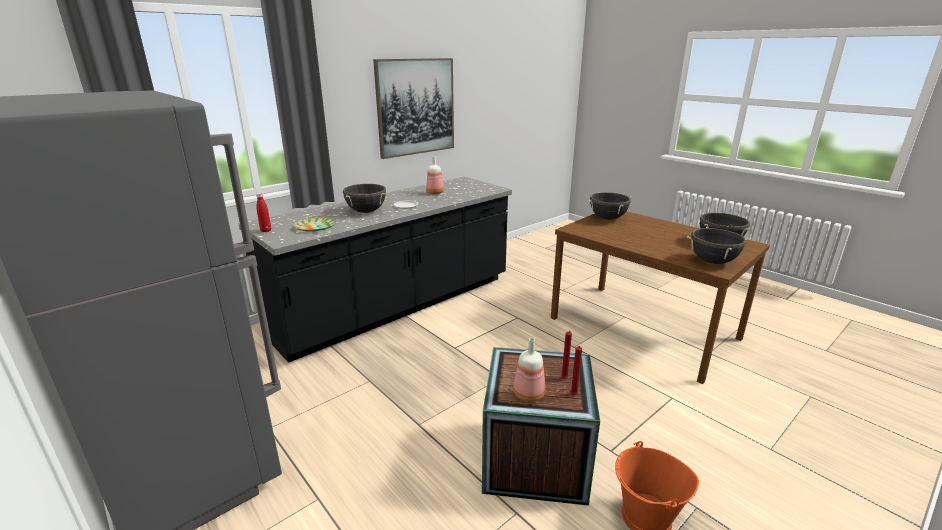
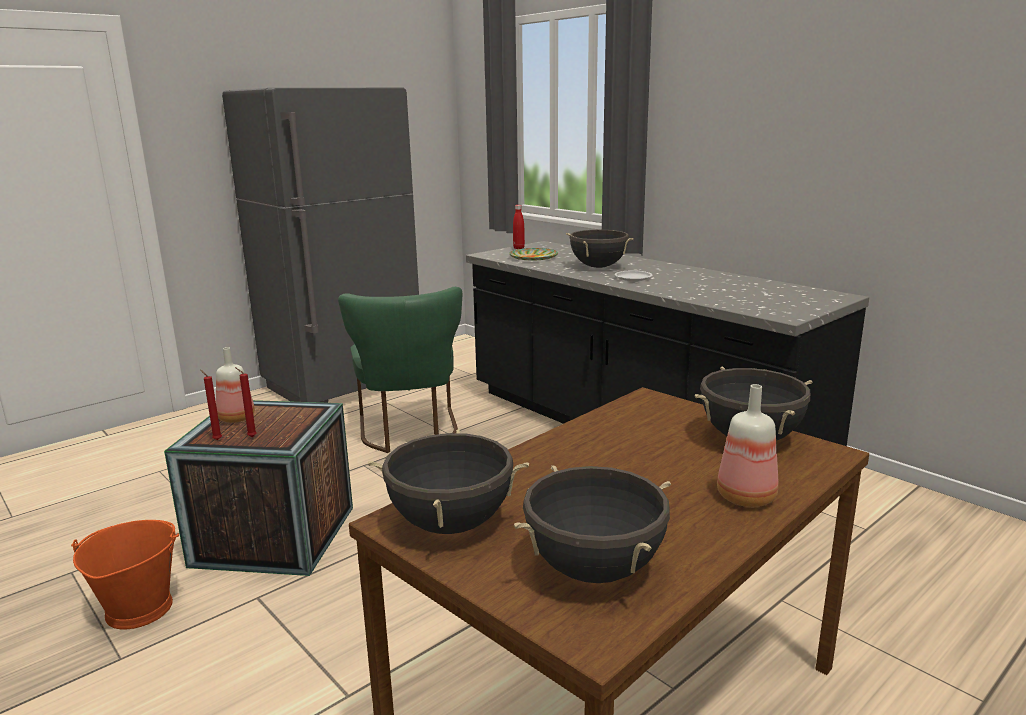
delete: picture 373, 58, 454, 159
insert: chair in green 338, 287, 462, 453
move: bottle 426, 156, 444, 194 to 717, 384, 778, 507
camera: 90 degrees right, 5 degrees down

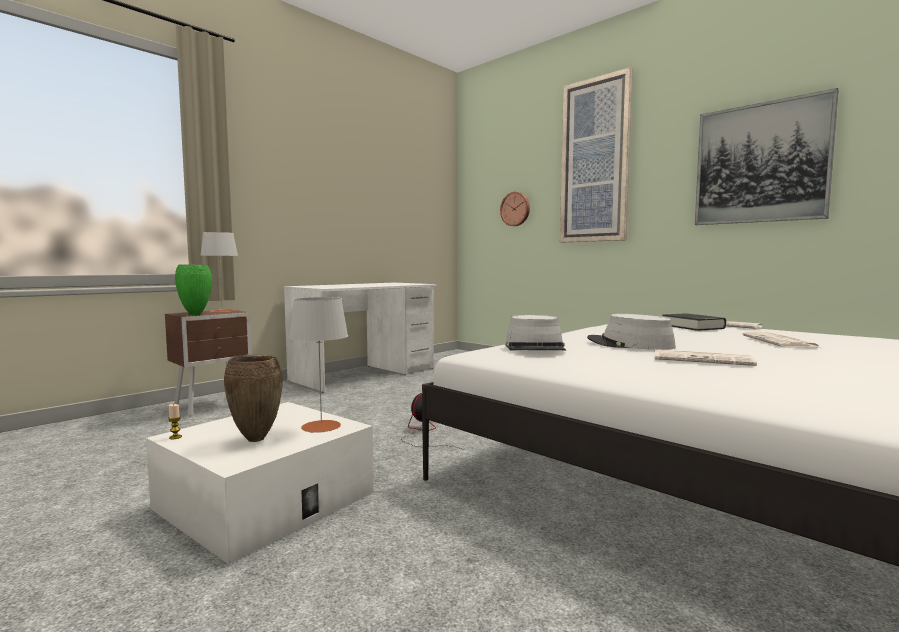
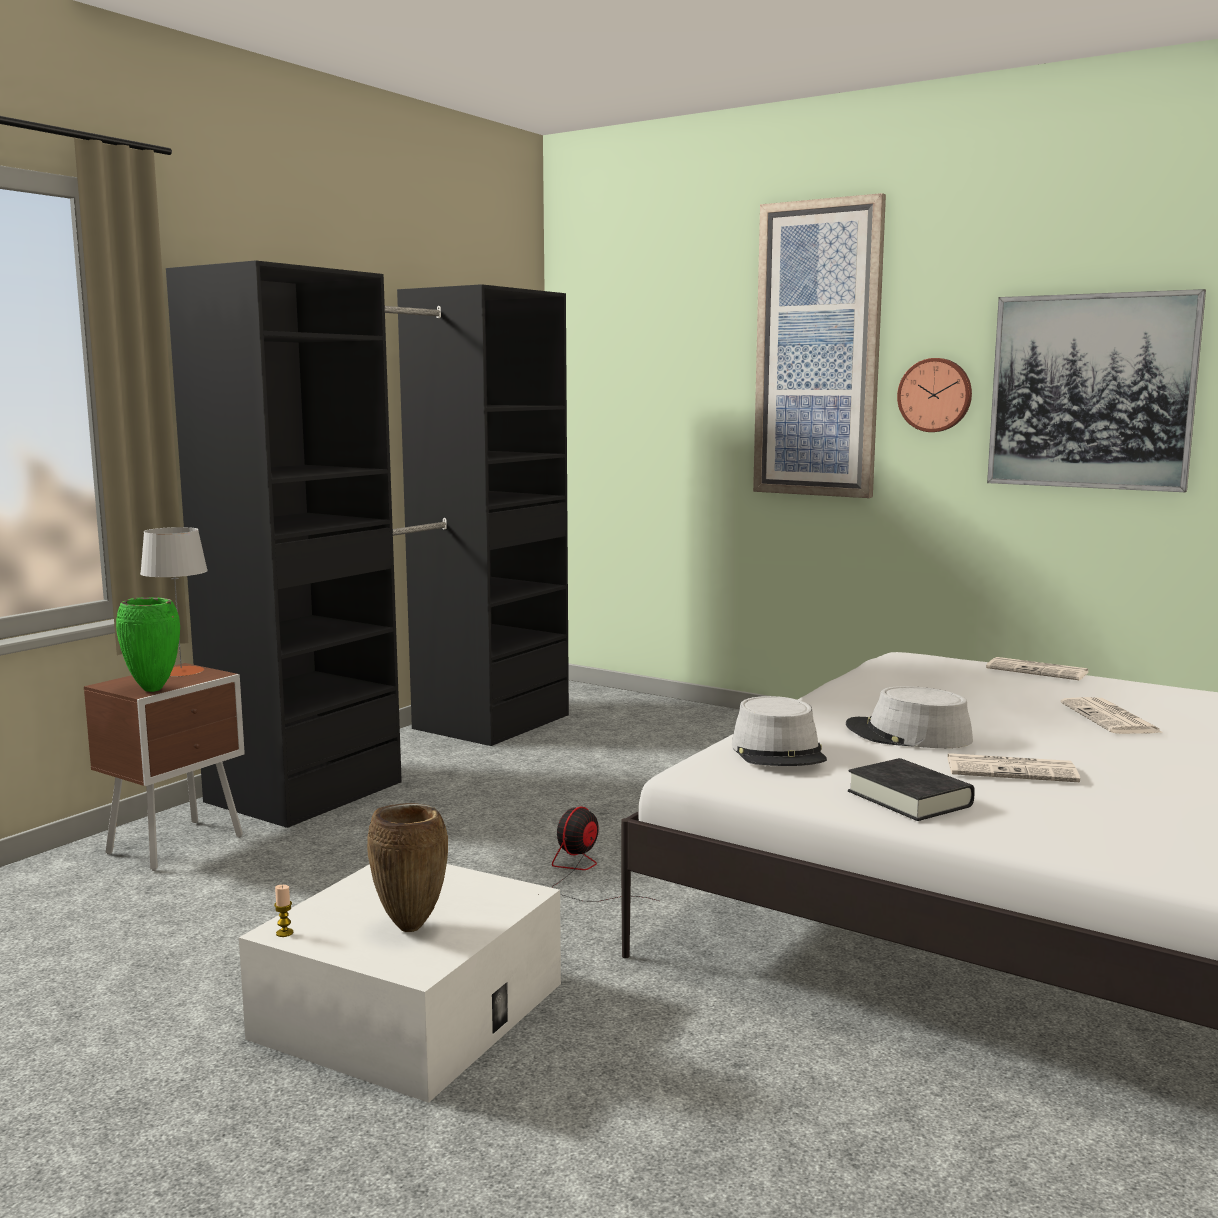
delete: table lamp in grey 289, 297, 348, 433
move: wall clock 500, 192, 530, 226 to 897, 358, 972, 432; book in black 662, 313, 726, 331 to 848, 758, 975, 821
replace: desk in white 283, 283, 437, 392 to wardrobe in black 166, 261, 569, 828
camera: 10 degrees left, 5 degrees up

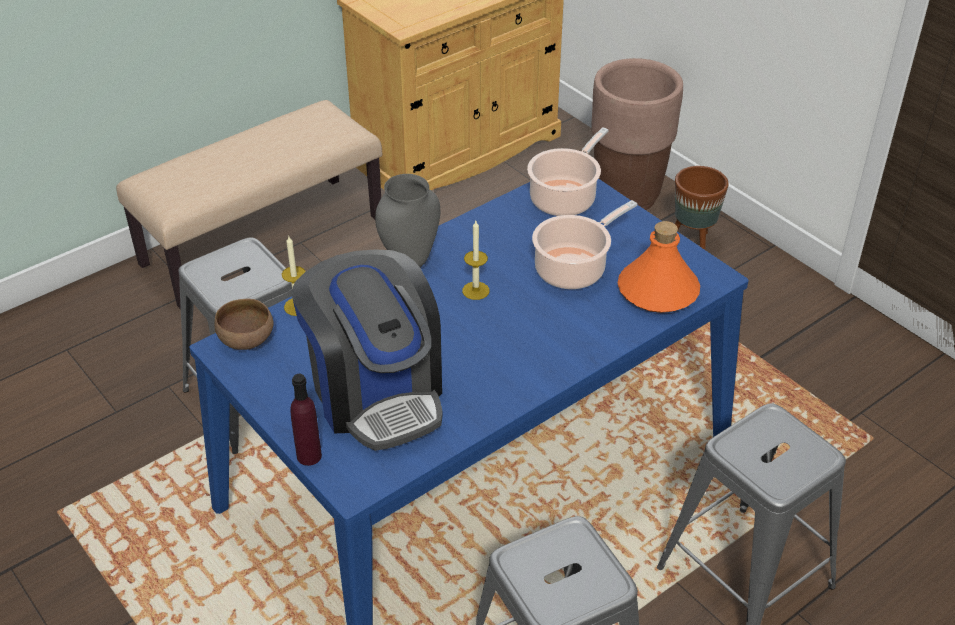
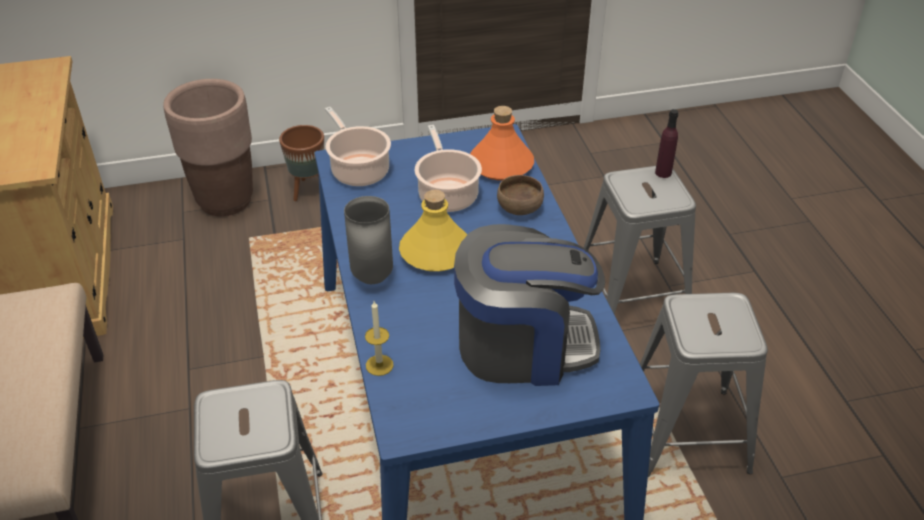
move: bowl in brown 215, 299, 274, 350 to 497, 175, 544, 215; bottle in purple 290, 374, 322, 466 to 655, 109, 679, 178
replace: candle 462, 221, 490, 300 to bottle in yellow 399, 190, 467, 272
camera: 65 degrees left, 0 degrees up

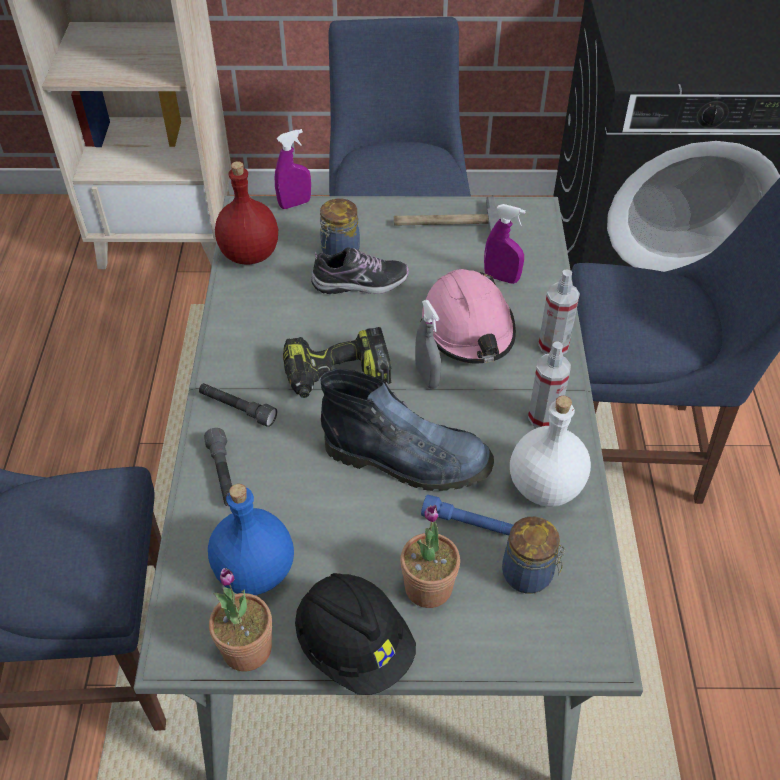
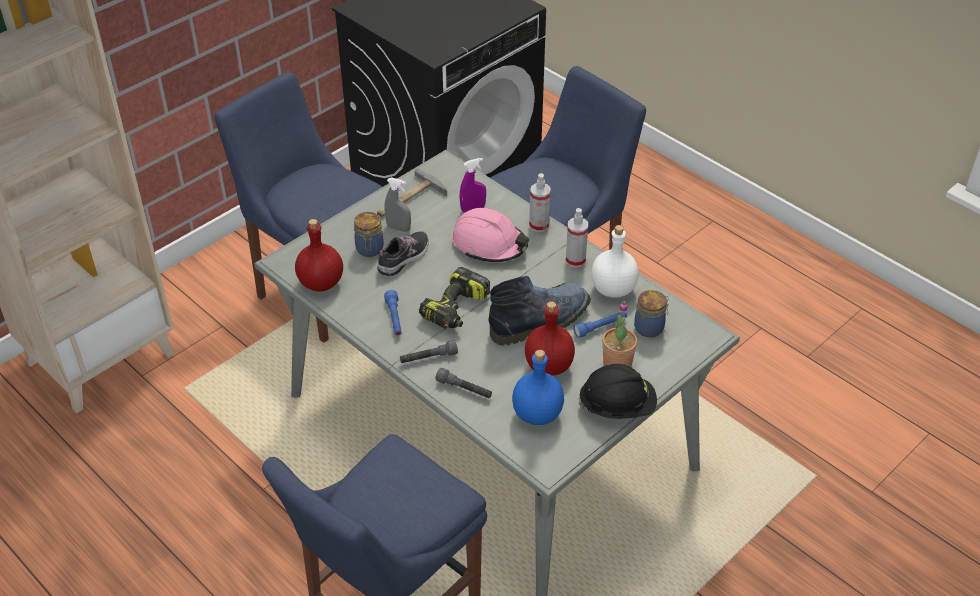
delete: spray bottle in purple 275, 129, 311, 209; potted plant 209, 568, 272, 671
insert: flashlight in blue 384, 290, 402, 336; bottle in red 525, 301, 575, 376
move: spray bottle in grey 415, 300, 441, 389 to 385, 177, 411, 232
camera: 45 degrees left, 5 degrees down

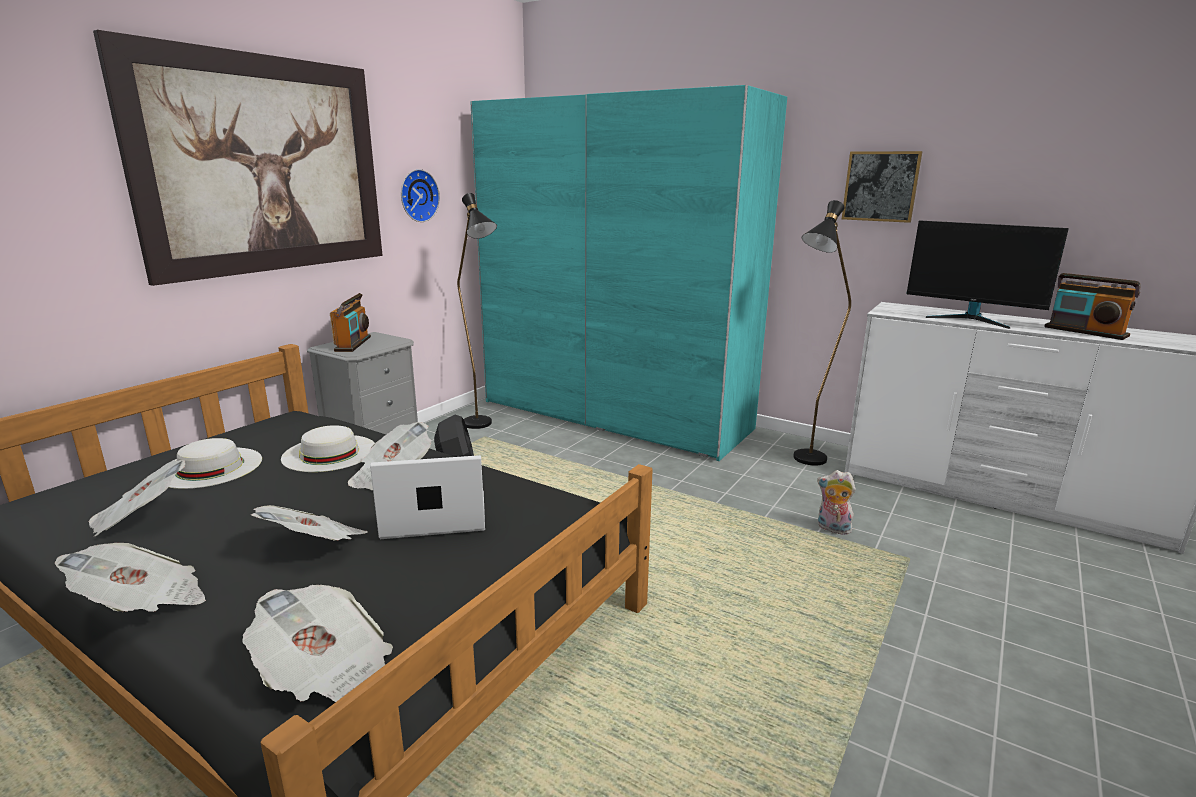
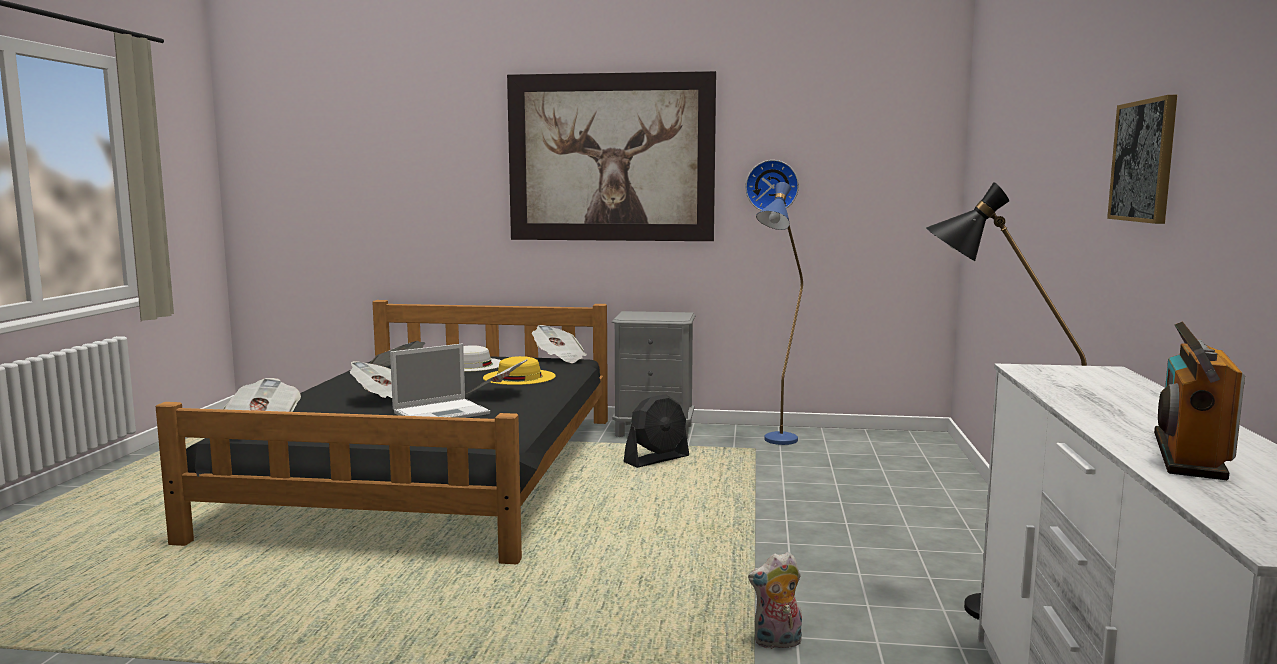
delete: wardrobe in turquoise 470, 85, 787, 461; monitor 906, 220, 1069, 329; radio 330, 293, 371, 352
move: newspaper 55, 543, 206, 612 to 532, 325, 587, 363
recolor: floor lamp in black 457, 193, 497, 429 to floor lamp in blue 756, 182, 803, 445; hat in white 281, 425, 375, 472 to hat in yellow 483, 356, 556, 385
rotate: laptop 370, 455, 485, 539 = 390, 343, 490, 418 90 degrees clockwise; plush toy 817, 470, 856, 535 = 748, 552, 802, 649 105 degrees counterclockwise
camera: 65 degrees right, 10 degrees down

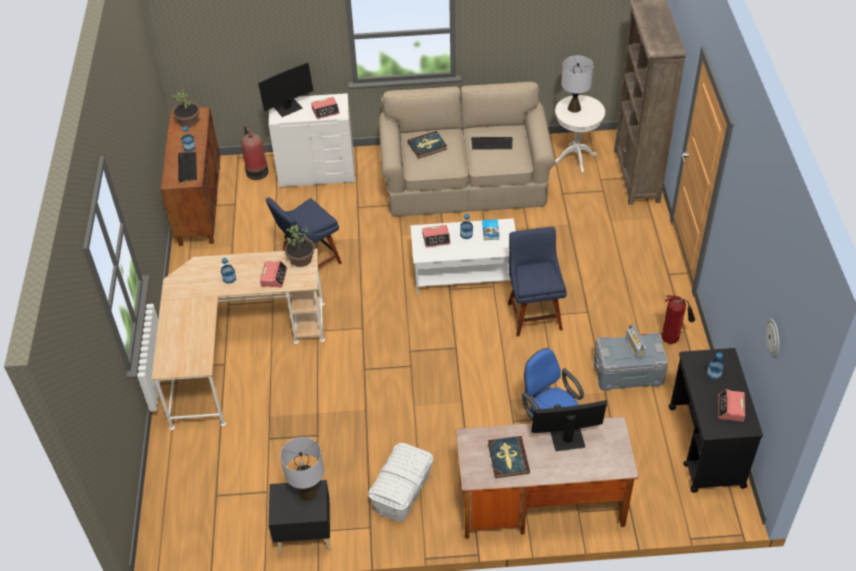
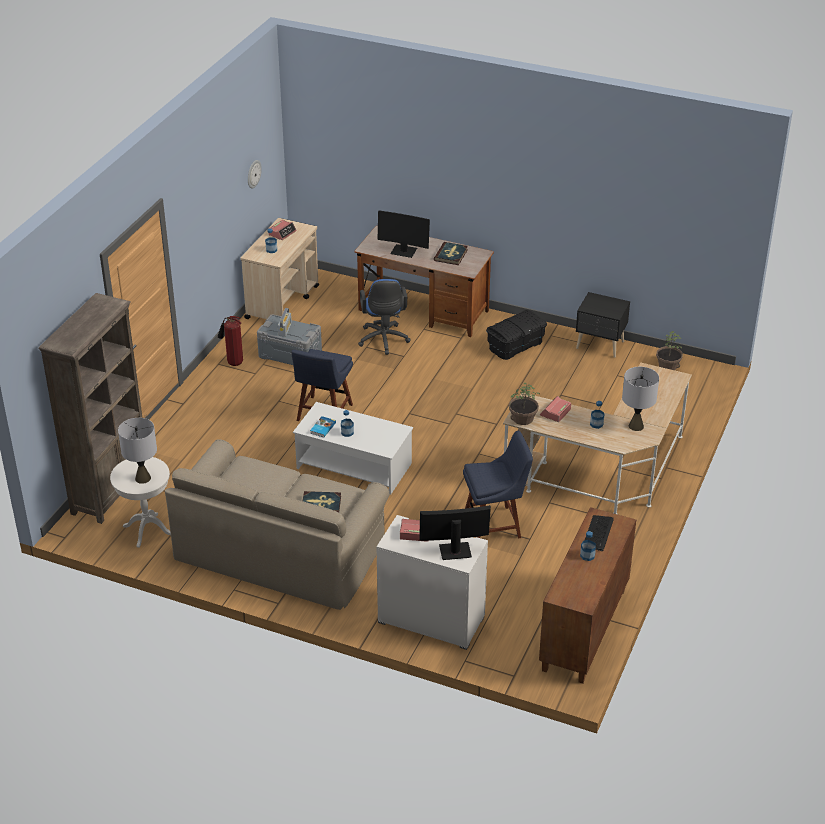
delete: fire extinguisher 241, 125, 269, 180; keyboard 471, 137, 513, 150; alarm clock 422, 225, 450, 247
move: potted plant 171, 90, 200, 127 to 656, 331, 683, 370; table lamp in grey 280, 437, 324, 501 to 622, 367, 659, 431
recolor: cart in black 669, 348, 763, 493 to cart in beige 240, 218, 319, 319; storage box in white 369, 443, 433, 521 to storage box in black 486, 310, 547, 360
camera: 155 degrees left, 10 degrees down

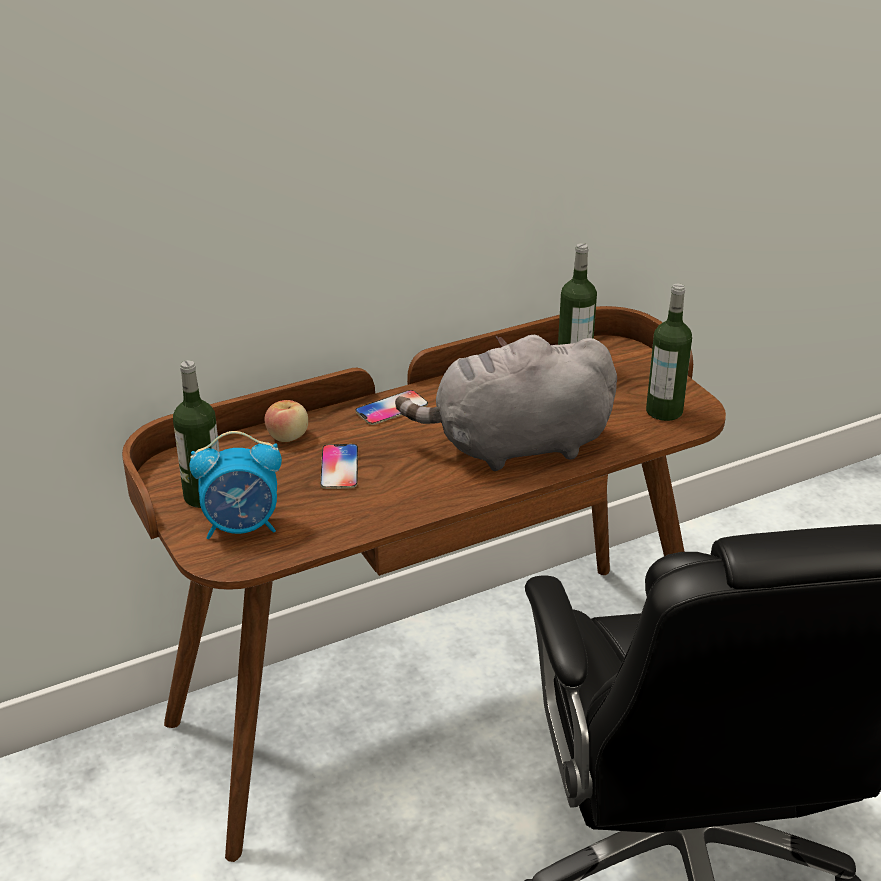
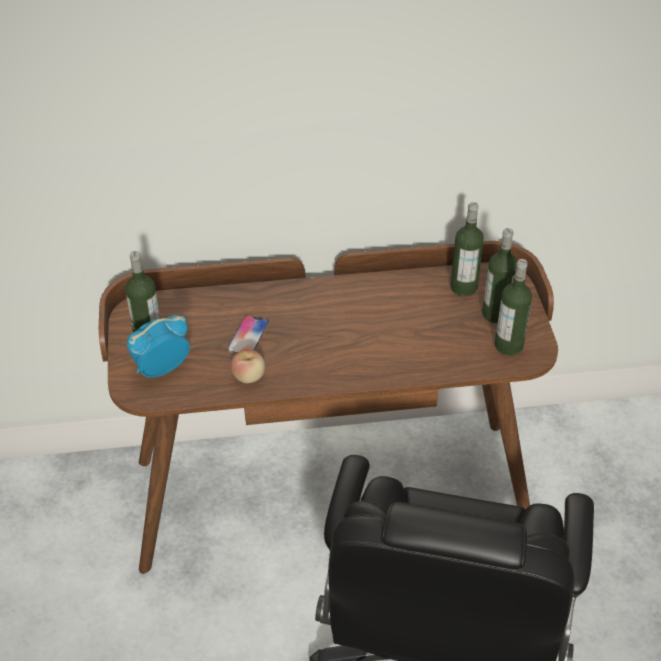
delete: plush toy in grey 395, 335, 617, 471; phone 355, 390, 428, 425
insert: bottle 482, 228, 517, 323
move: apple 264, 400, 308, 442 to 231, 350, 265, 383
rotate: alarm clock 189, 431, 282, 539 = 127, 315, 190, 378 135 degrees clockwise
camera: 20 degrees right, 10 degrees up

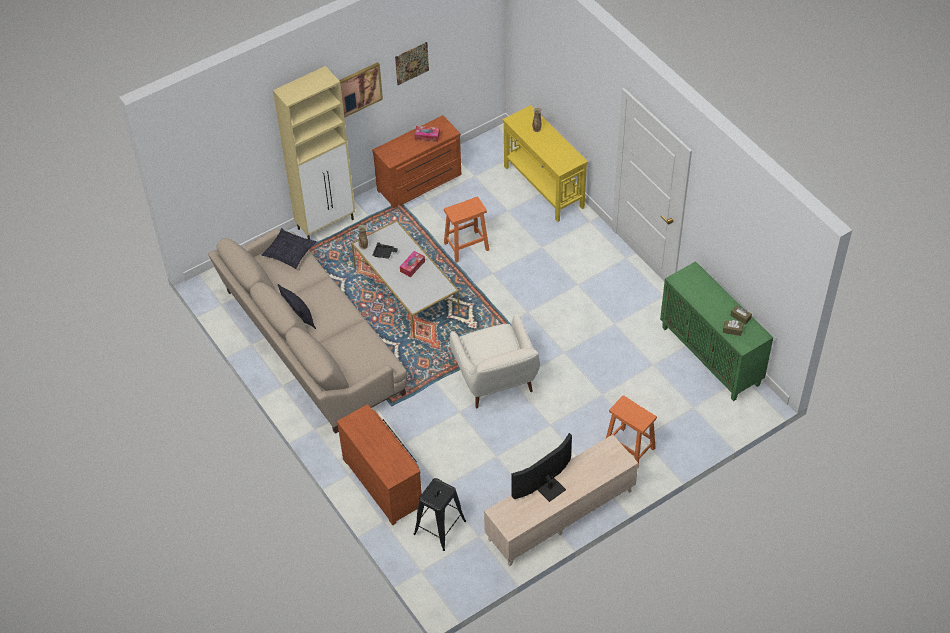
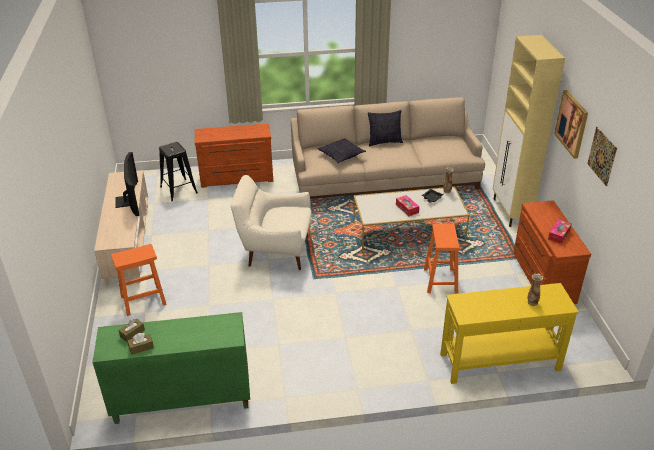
move: pillow 262, 228, 317, 269 to 317, 138, 366, 163
camera: 115 degrees right, 15 degrees down

